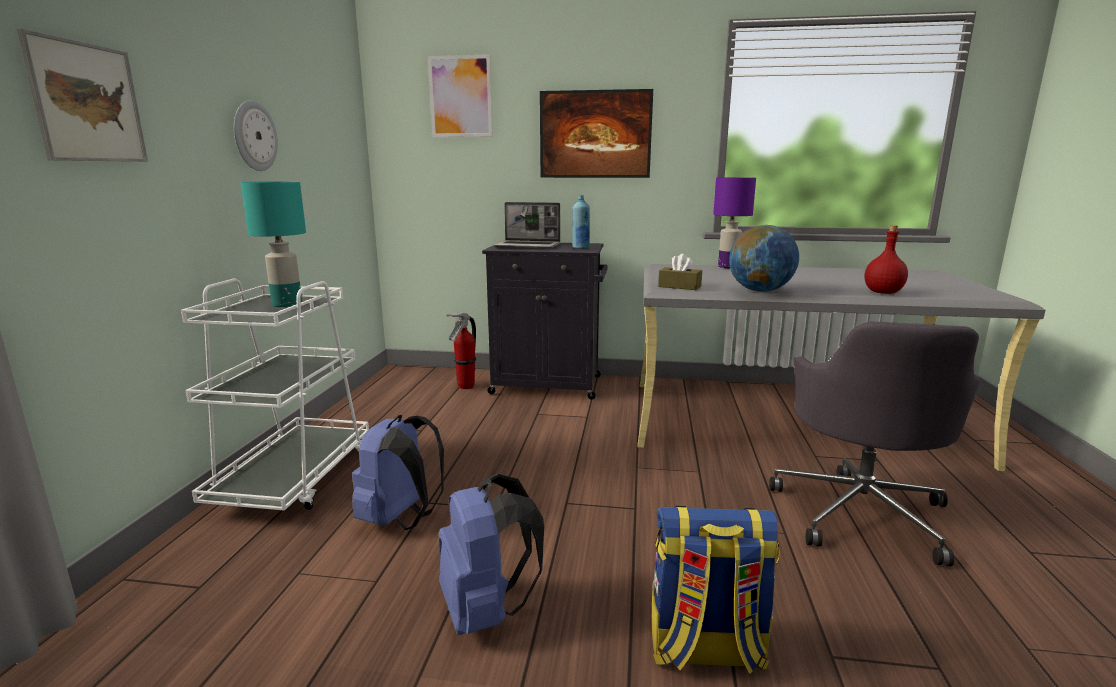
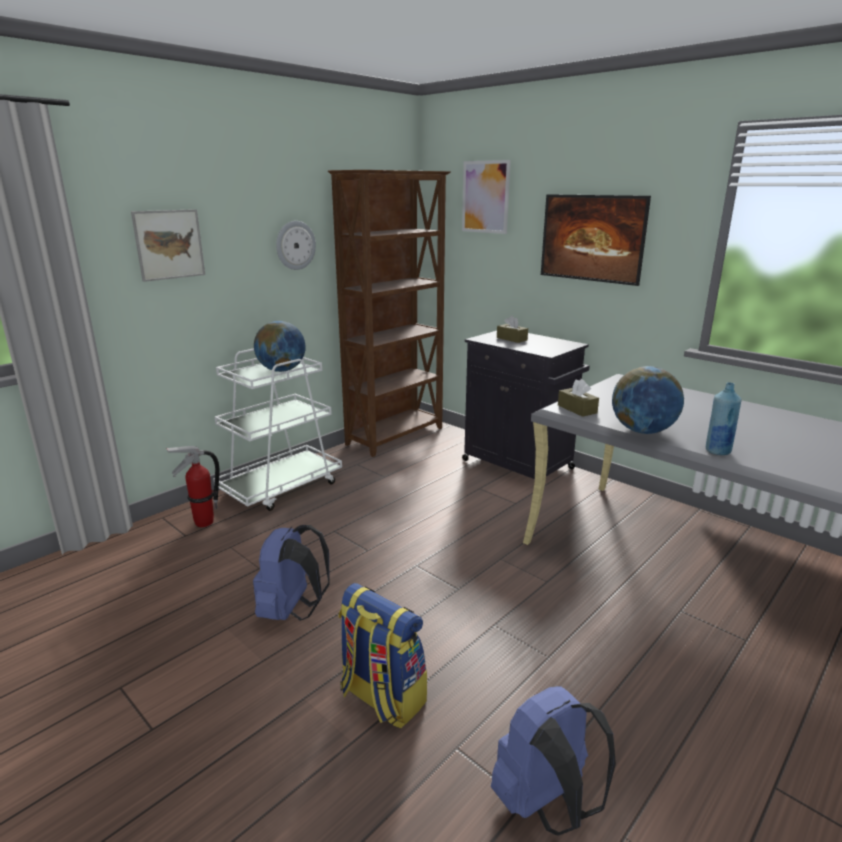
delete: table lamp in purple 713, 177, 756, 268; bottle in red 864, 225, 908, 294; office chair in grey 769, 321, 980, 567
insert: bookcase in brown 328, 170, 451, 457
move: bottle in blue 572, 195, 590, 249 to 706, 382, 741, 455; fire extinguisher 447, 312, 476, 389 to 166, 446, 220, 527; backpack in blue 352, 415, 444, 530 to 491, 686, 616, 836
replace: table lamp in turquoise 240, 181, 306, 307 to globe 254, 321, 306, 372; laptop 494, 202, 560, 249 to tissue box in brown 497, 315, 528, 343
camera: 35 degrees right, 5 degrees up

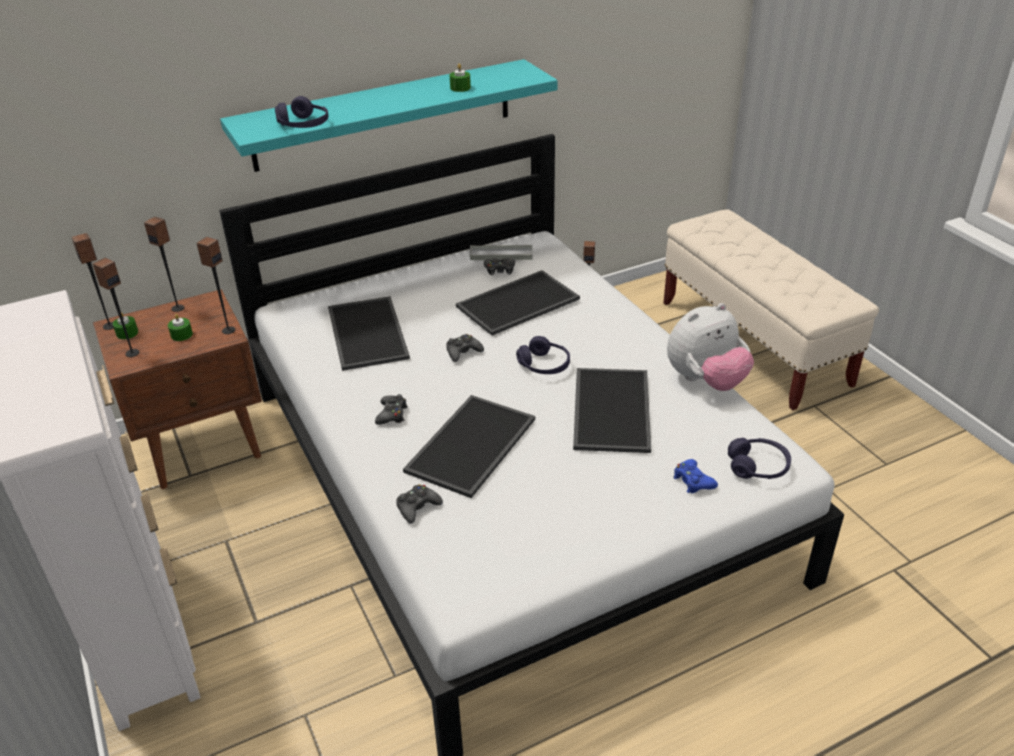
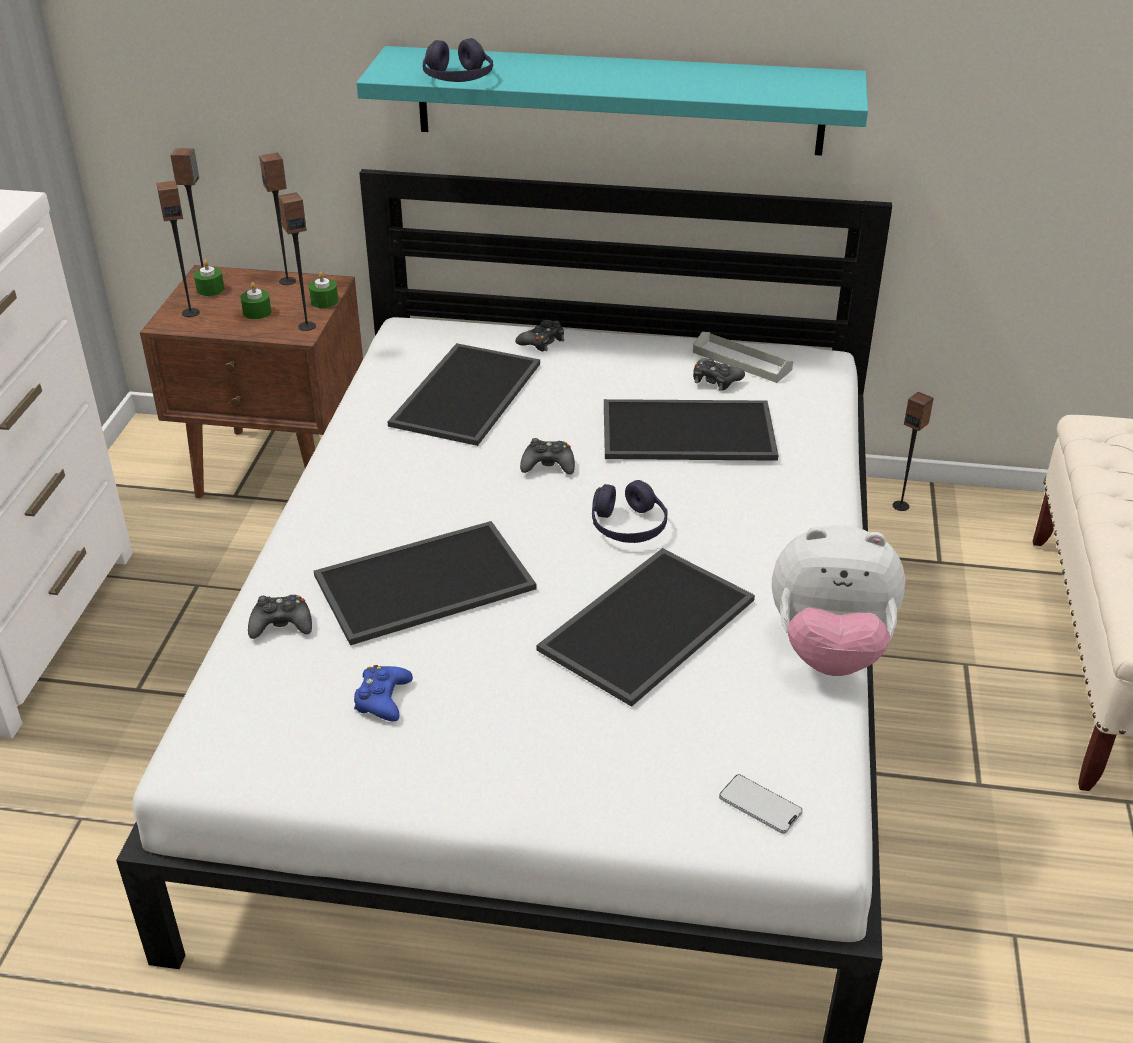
move: candle in green 450, 63, 471, 92 to 308, 271, 338, 308; game controller in black 375, 394, 408, 425 to 515, 320, 564, 352; game controller in blue 673, 459, 718, 493 to 354, 665, 413, 721
replace: headphones in purple 728, 438, 791, 479 to phone 719, 774, 803, 834
camera: 35 degrees right, 0 degrees up

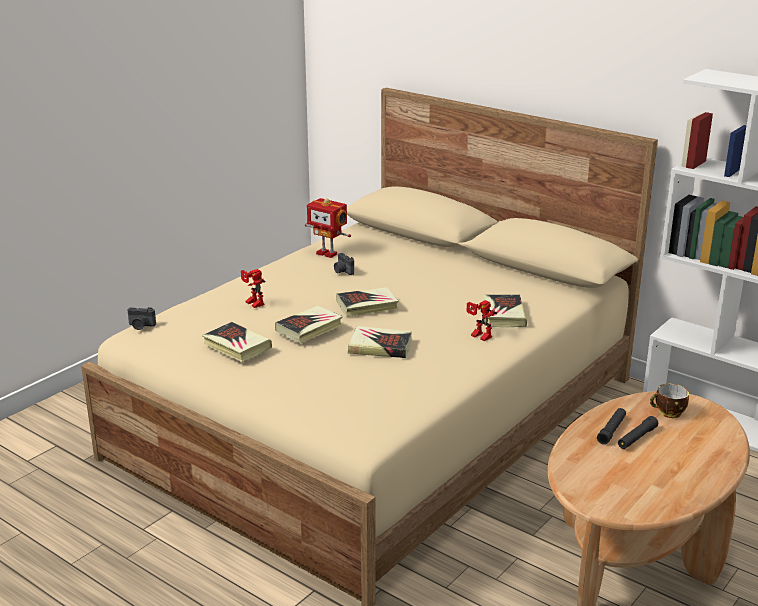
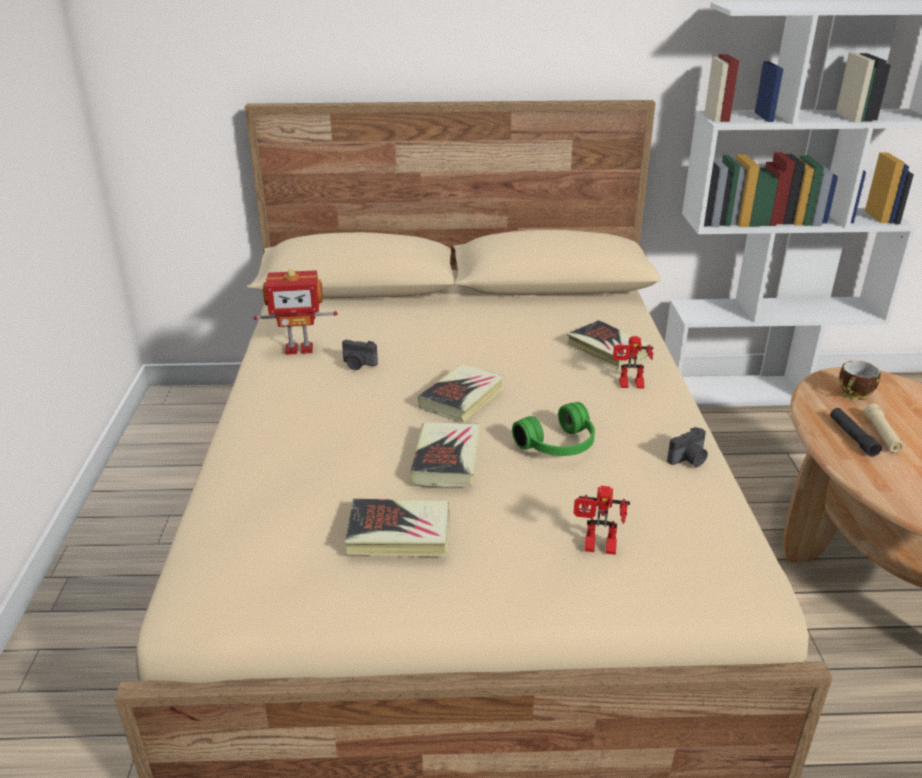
move: toy robot 241, 269, 265, 308 to 573, 486, 630, 555; photo camera 127, 307, 156, 330 to 667, 427, 708, 467
replace: book 348, 326, 412, 358 to headphones in green 512, 402, 595, 456
recolor: flashlight in black 618, 416, 658, 449 to flashlight in beige 864, 404, 903, 453
camera: 40 degrees left, 5 degrees up

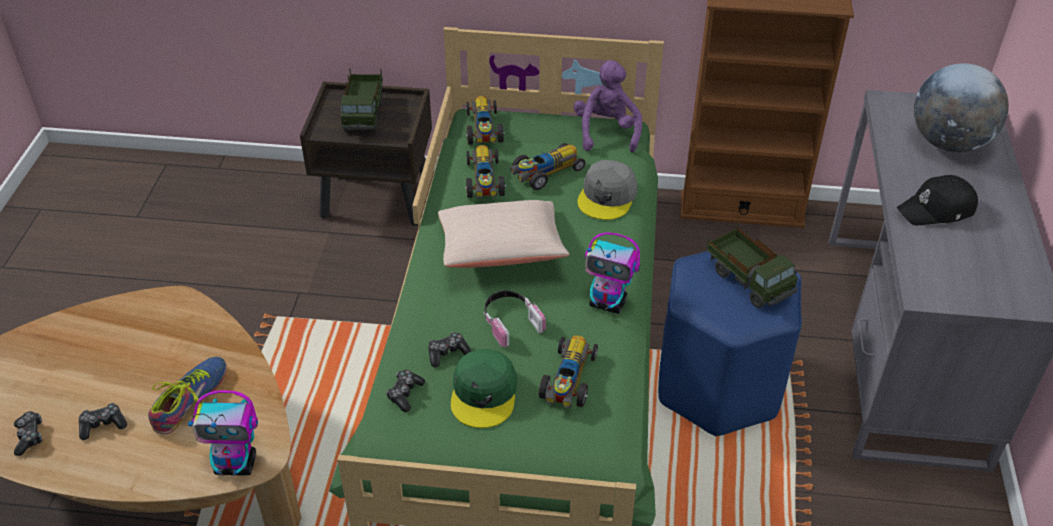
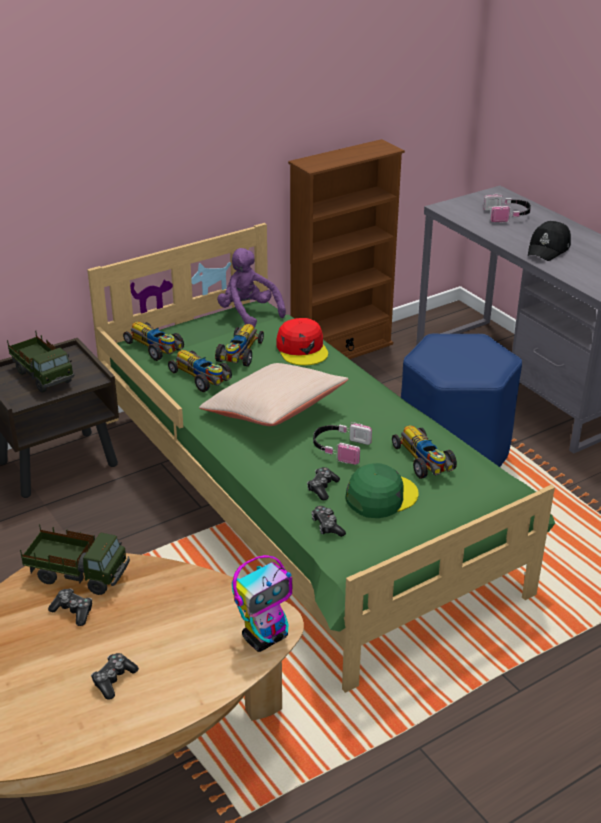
delete: toy robot 585, 232, 640, 314; shoe 148, 357, 227, 434
move: toy truck 707, 222, 798, 308 to 20, 524, 130, 595; game controller 14, 411, 42, 456 to 48, 589, 92, 626
replace: globe 914, 63, 1009, 152 to headphones 483, 194, 531, 223
recolor: cap in grey 577, 160, 637, 220 to cap in red 277, 318, 328, 365
rotate: cap in green 451, 349, 517, 428 = 346, 463, 419, 518 90 degrees counterclockwise
camera: 40 degrees left, 10 degrees down

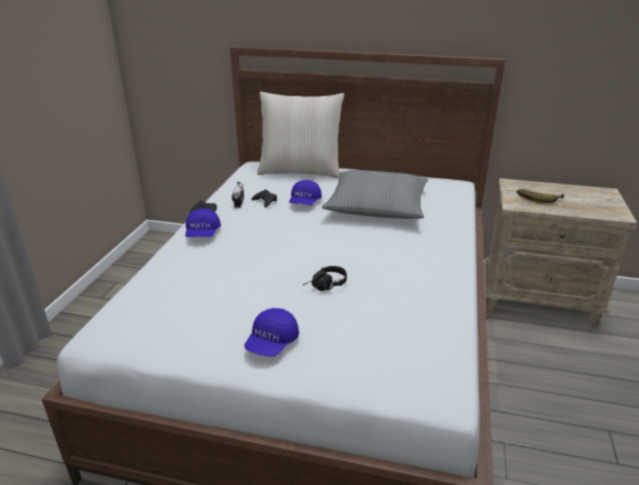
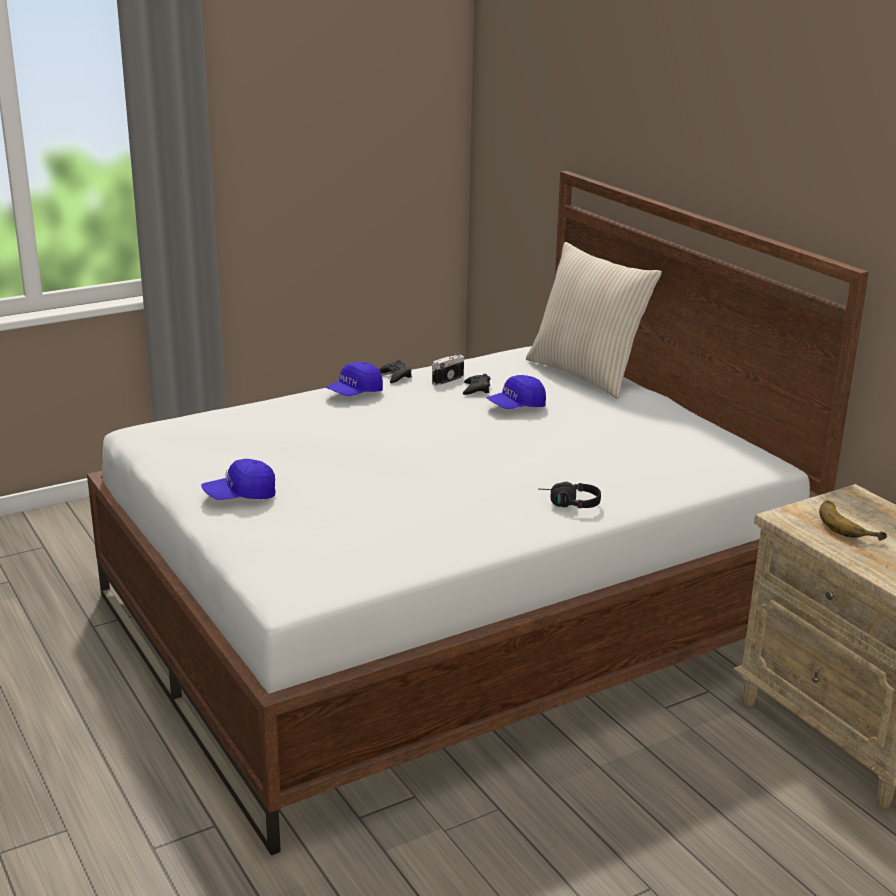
delete: pillow in grey 322, 170, 428, 219
move: headphones in black 303, 266, 347, 291 to 538, 482, 601, 508
camera: 45 degrees right, 5 degrees down

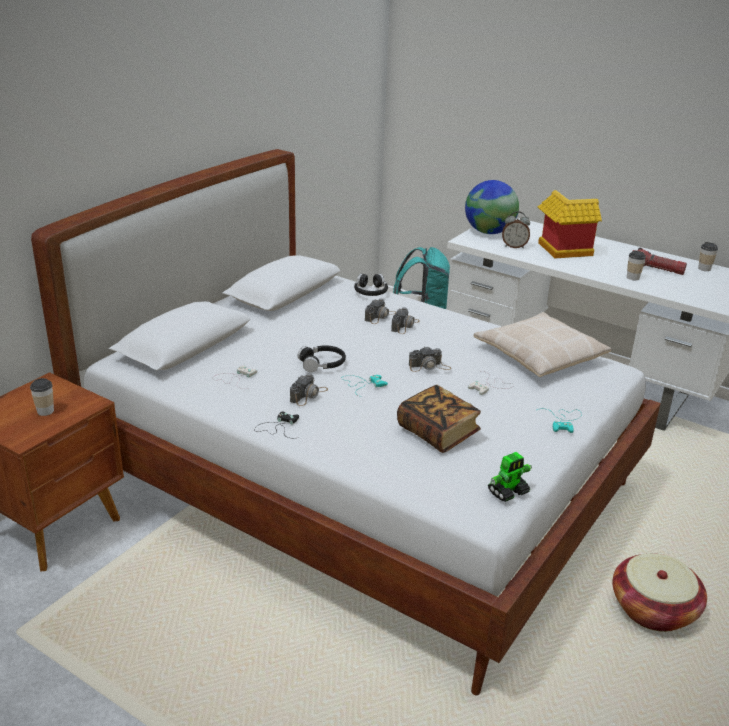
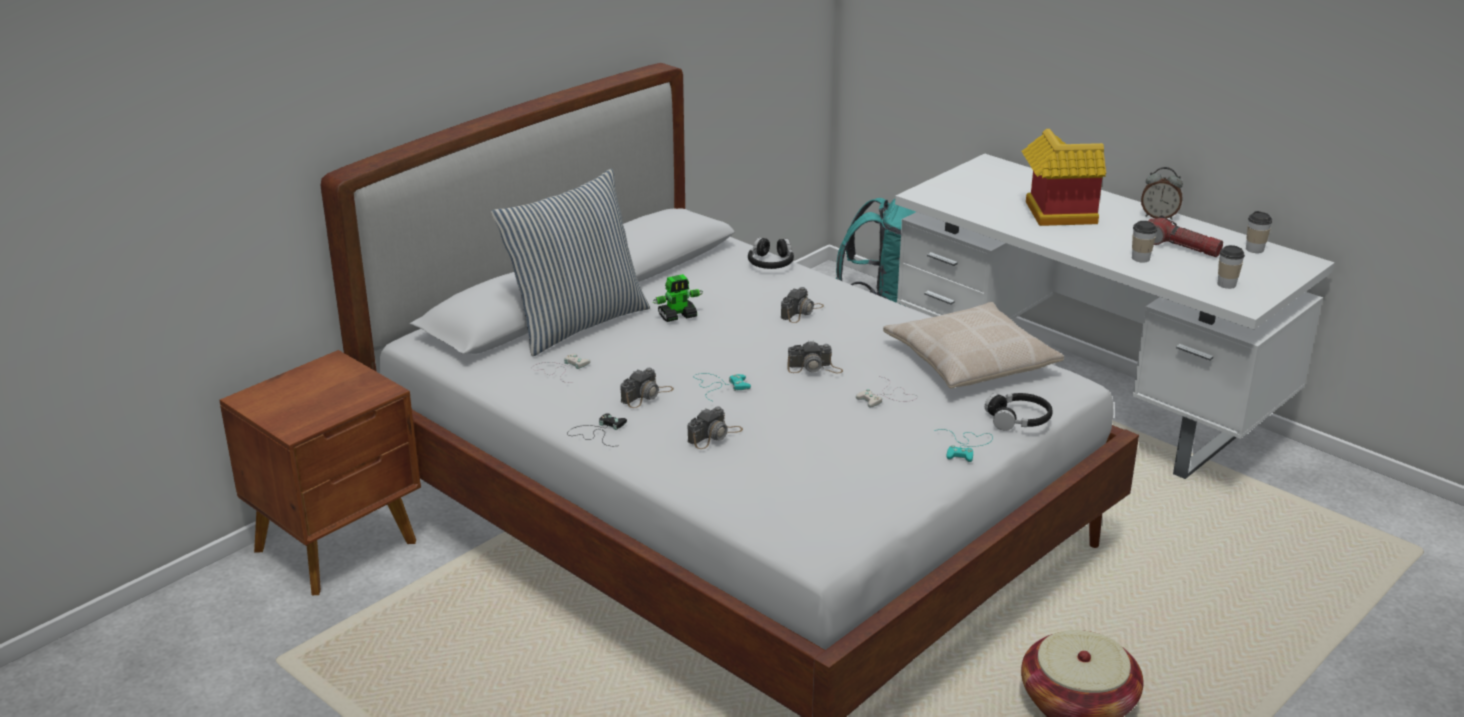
delete: globe 465, 180, 519, 234; book 397, 385, 481, 453
insert: pillow 491, 169, 650, 356
move: alarm clock 502, 211, 530, 248 to 1141, 167, 1183, 220; photo camera 365, 299, 396, 324 to 688, 406, 743, 449; headphones in black 298, 345, 346, 372 to 985, 393, 1053, 431; cup 30, 378, 54, 416 to 1218, 245, 1245, 289; toy robot 488, 452, 532, 502 to 653, 274, 703, 322
camera: 10 degrees right, 0 degrees up

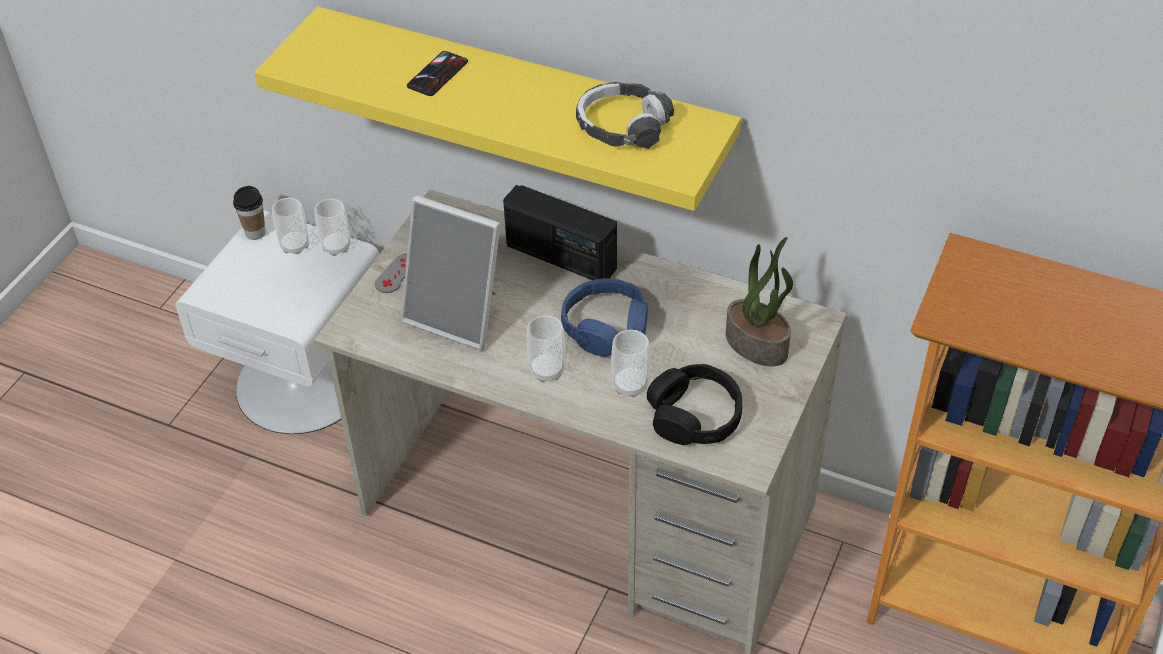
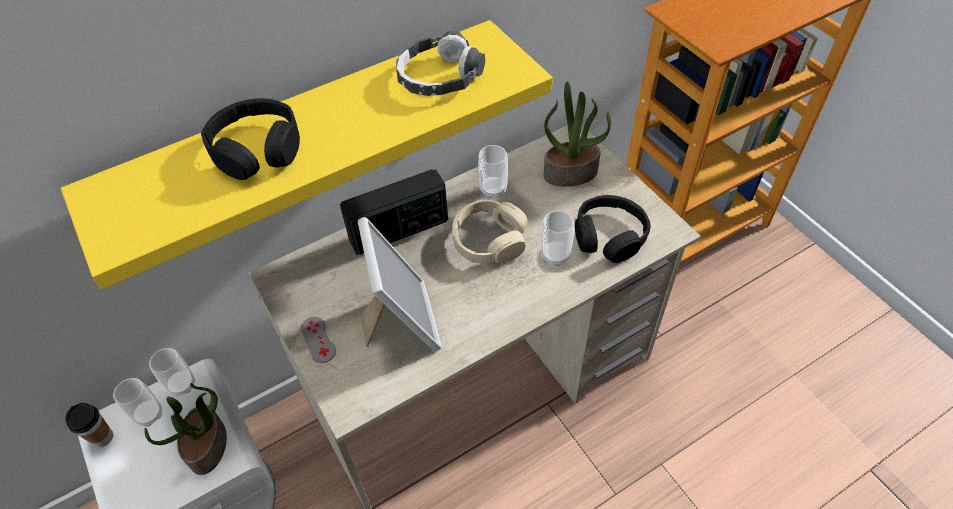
insert: potted plant 144, 383, 227, 475
move: cup 527, 315, 565, 382 to 478, 145, 508, 198
replace: phone 407, 51, 468, 96 to headphones in black 201, 98, 300, 180
recolor: headphones in blue 561, 278, 648, 357 to headphones in beige 452, 200, 528, 264
rotate: picture frame 401, 195, 501, 350 = 357, 217, 441, 351 75 degrees counterclockwise
camera: 55 degrees left, 5 degrees up

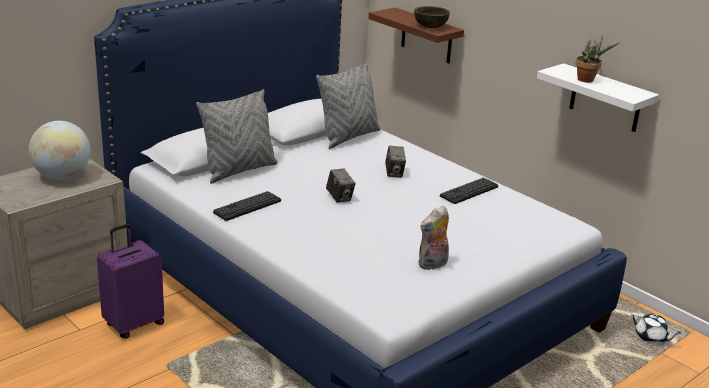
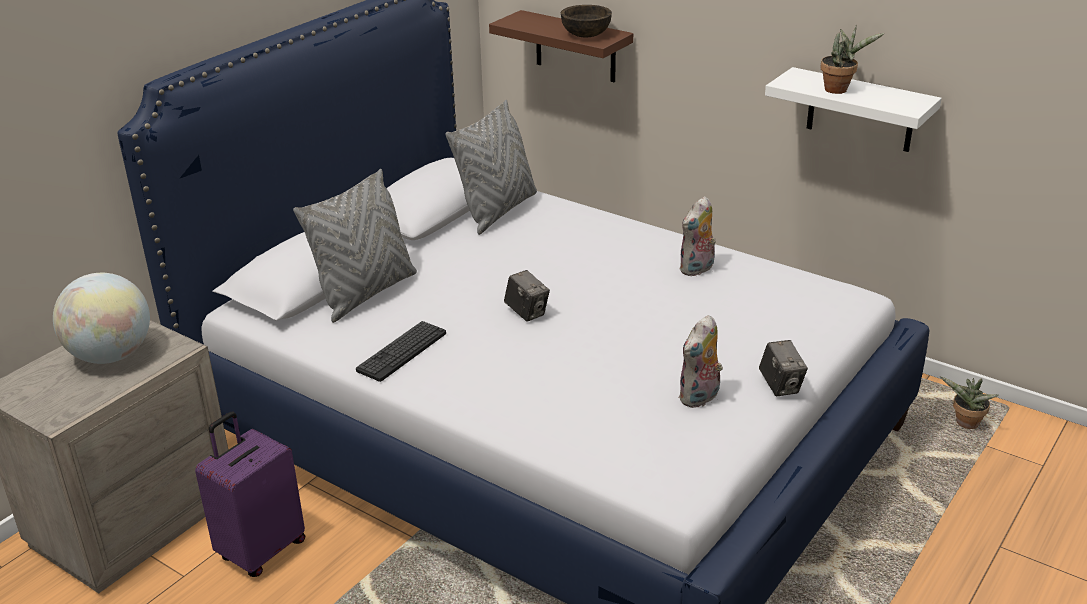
move: photo camera 385, 146, 406, 178 to 759, 340, 808, 396
replace: keyboard 440, 177, 498, 204 to plush toy 679, 196, 716, 277; teapot in white 631, 313, 681, 344 to potted plant 940, 376, 999, 429
camera: 10 degrees left, 5 degrees up

